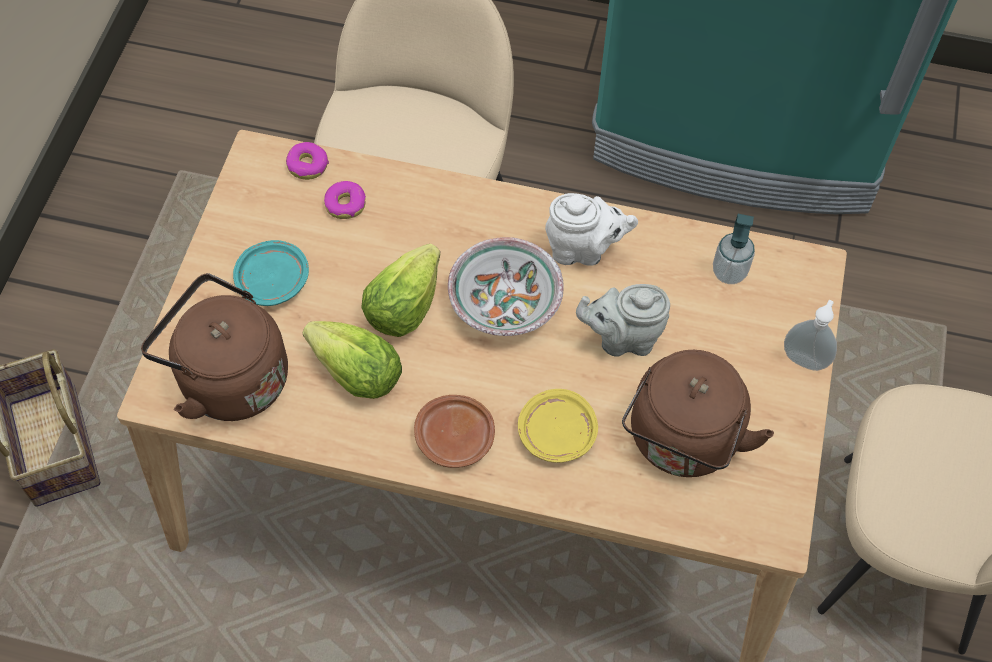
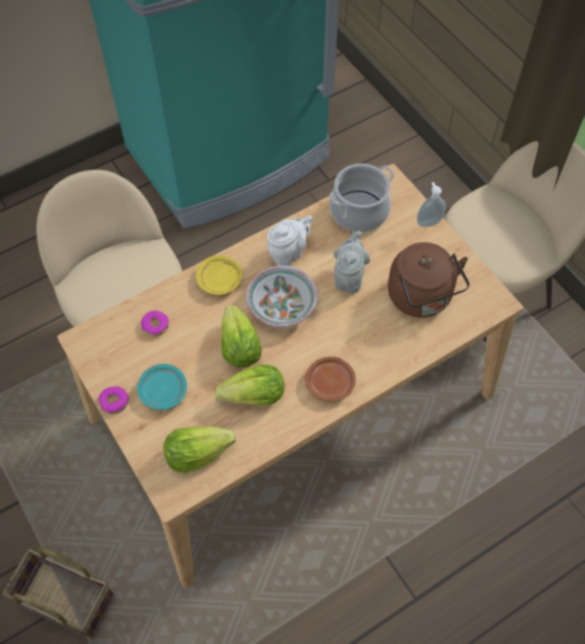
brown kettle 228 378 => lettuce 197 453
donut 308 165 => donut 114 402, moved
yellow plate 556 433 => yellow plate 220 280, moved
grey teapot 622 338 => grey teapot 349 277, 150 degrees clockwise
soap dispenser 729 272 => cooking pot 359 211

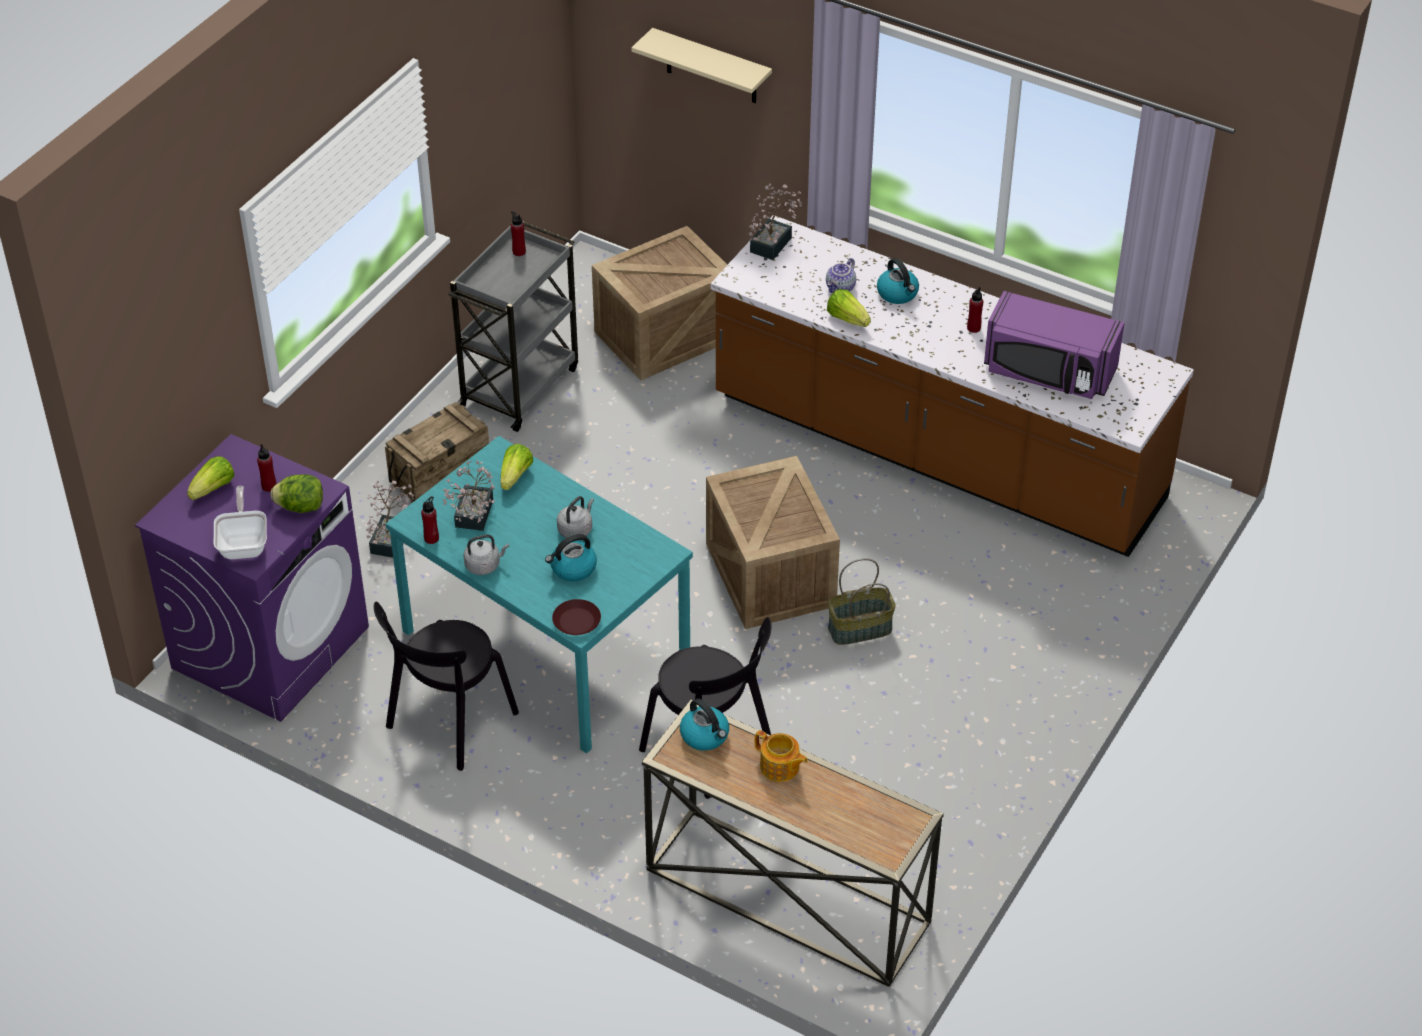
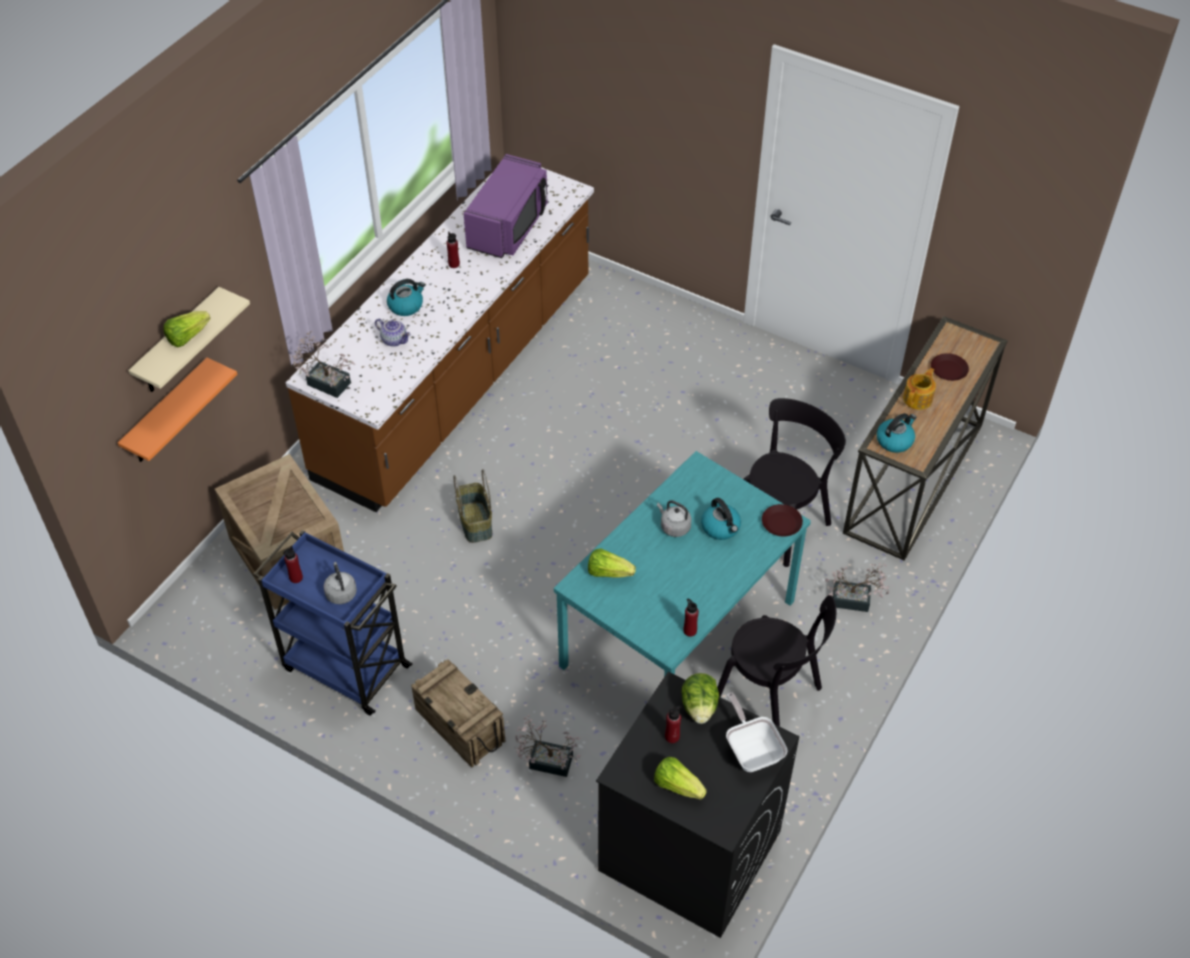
purple washing machine 271 646 => black washing machine 688 850
frying pan 244 543 => frying pan 752 750, 75 degrees clockwise
potted plant 472 517 => potted plant 855 601, moved
grey cart 520 386 => blue cart 344 666
grey kettle 484 565 => grey kettle 341 592, moved
crate 772 576 => nothing
lettuce 847 319 => lettuce 187 336, moved
basket 859 630 => basket 476 522, moved
nothing => orange shelf 167 414
nothing => brown plate 948 370

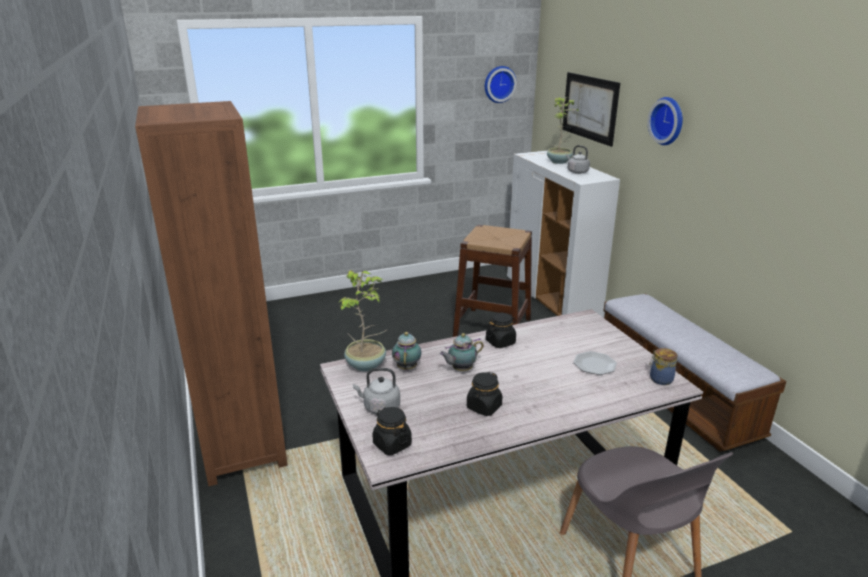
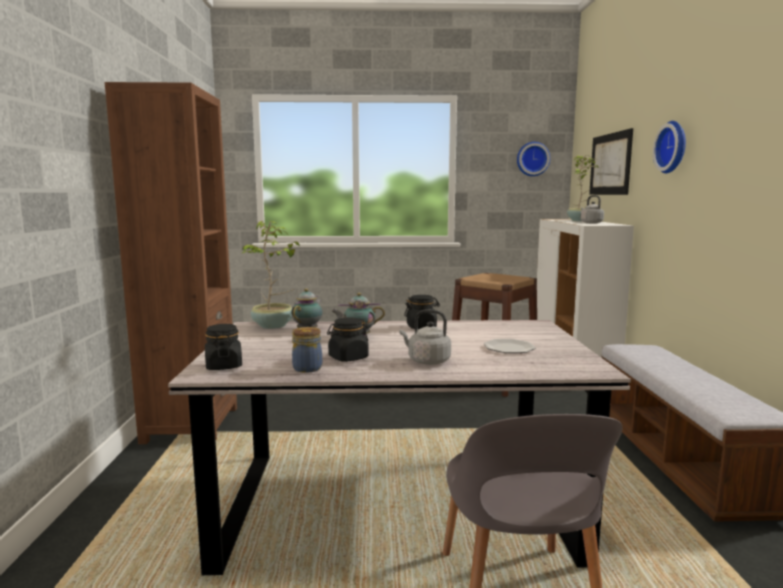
grey kettle 379 407 => grey kettle 426 361, moved
jar 660 379 => jar 307 368, moved

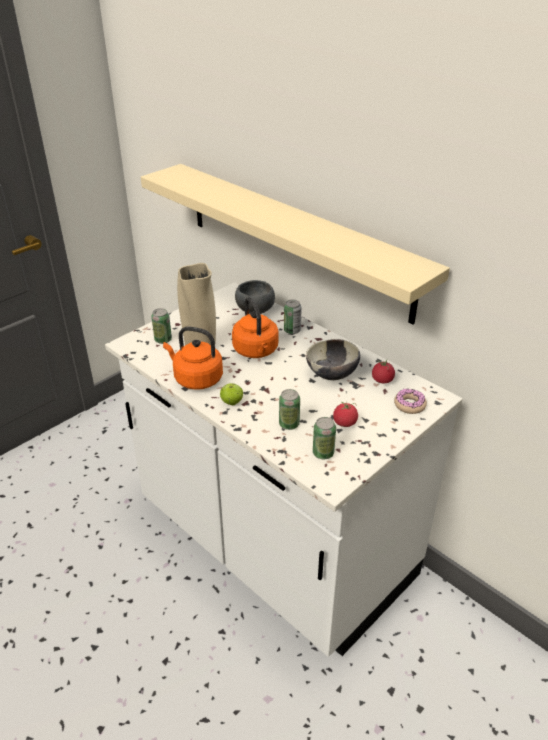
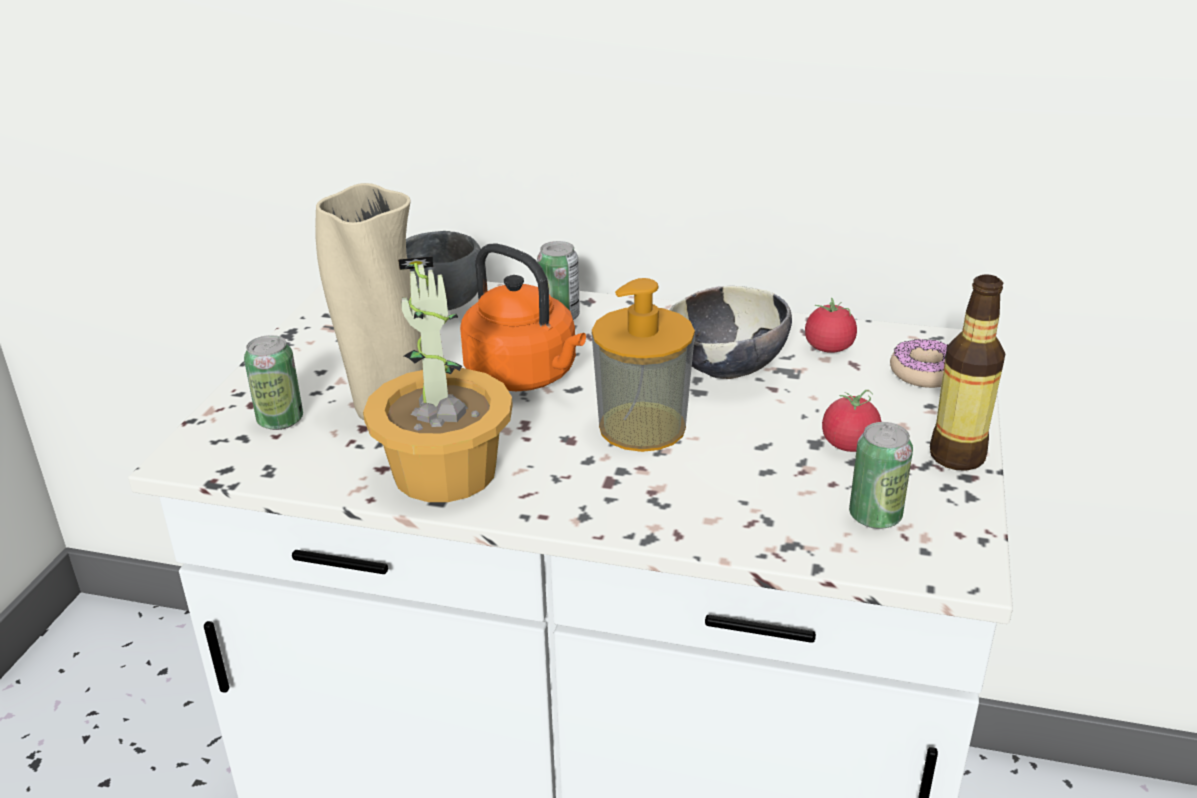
beige shelf 294 238 => nothing
orange kettle 196 379 => potted plant 445 473
apple 232 402 => nothing
can 289 424 => nothing
nothing => soap dispenser 642 427
nothing => bottle 956 456

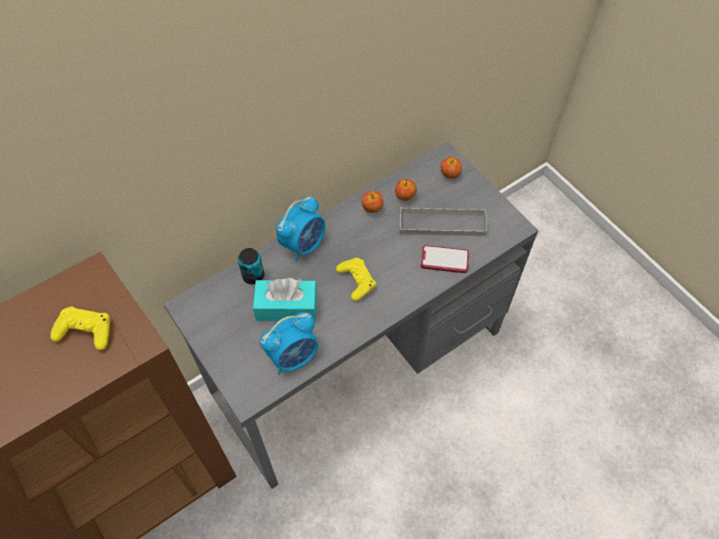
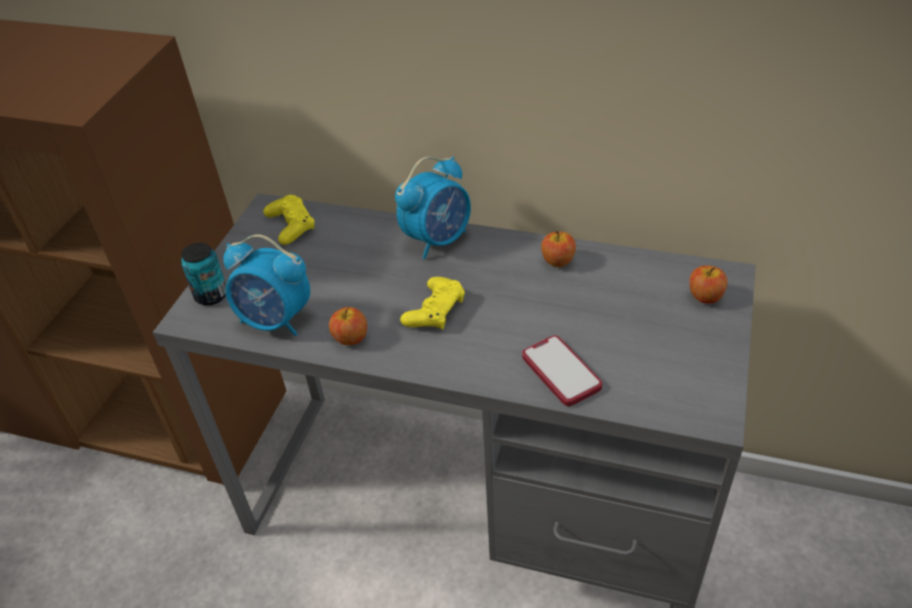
yellow game controller 85 331 => yellow game controller 291 225, moved
can 253 276 => can 211 295, moved
turquoise tissue box 286 307 => nothing
alarm clock 303 244 => alarm clock 438 240, 45 degrees counterclockwise
apple 405 196 => apple 350 338, moved
grey tray 442 224 => nothing

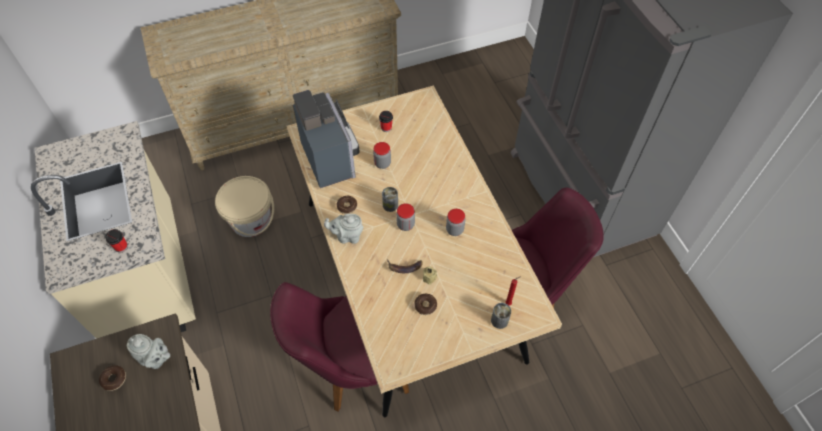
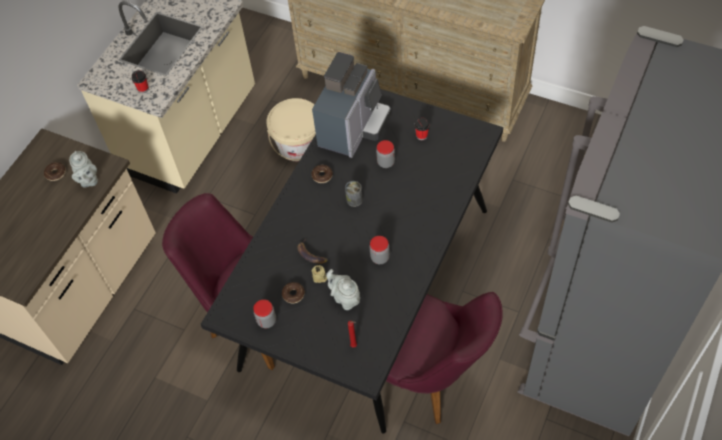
beige dining table 409 277 => black dining table 367 285
grey teapot 347 236 => grey teapot 345 298, moved
jar 405 224 => jar 267 321, moved
can 499 320 => nothing

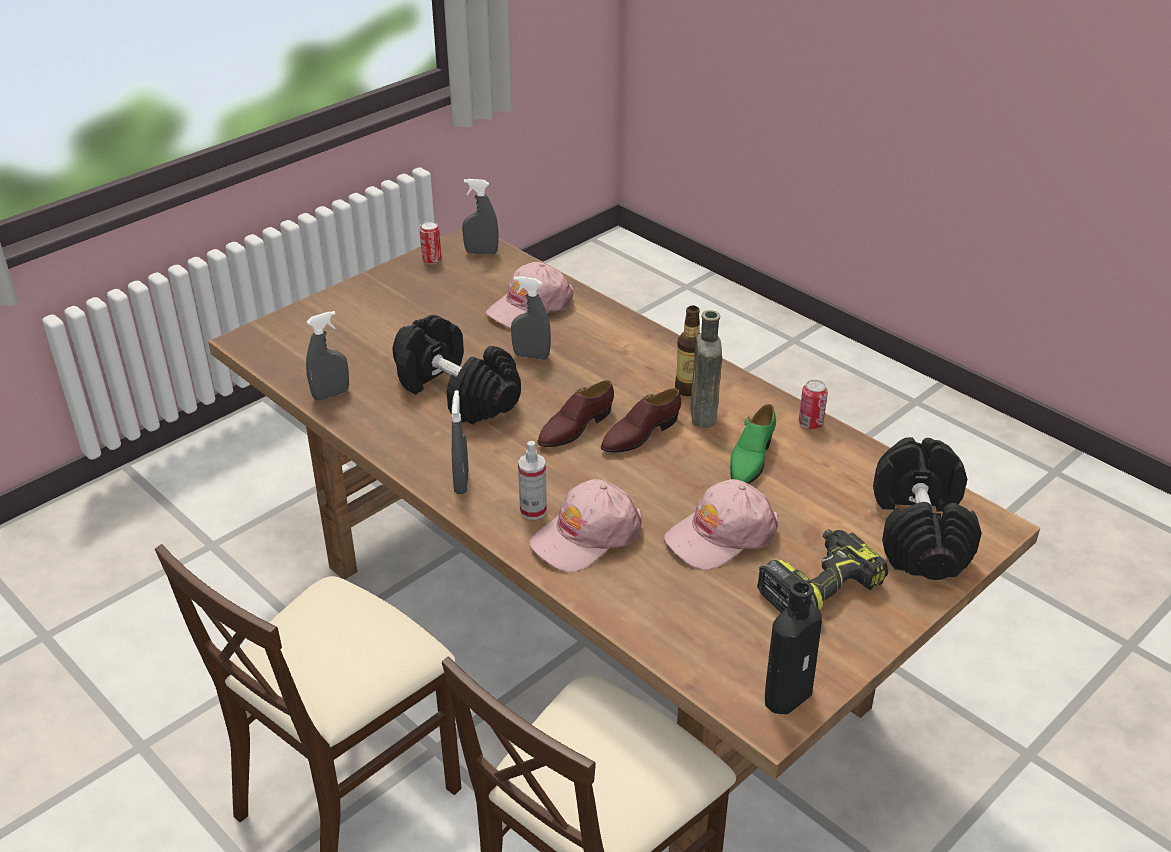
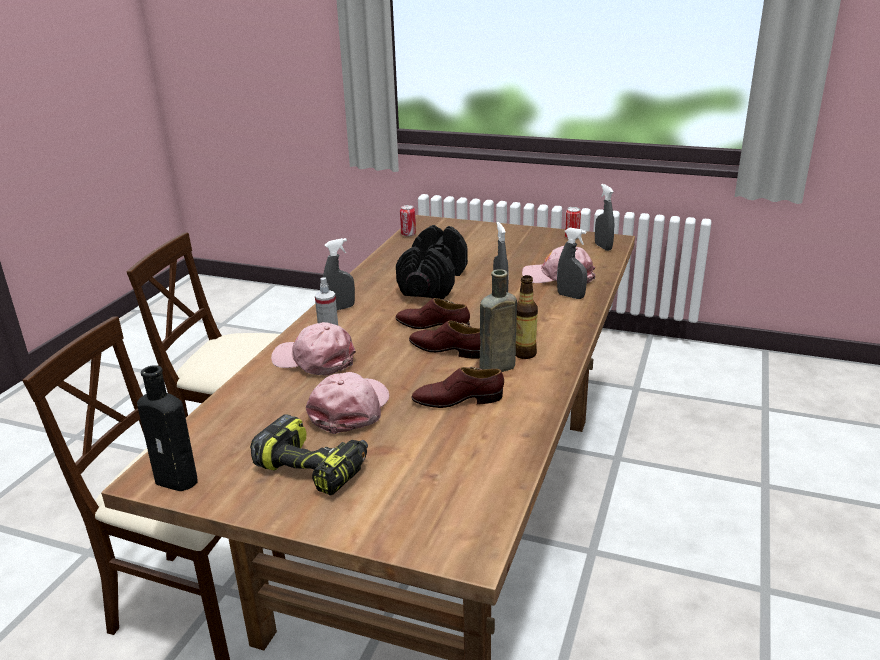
grey spray bottle 331 394 => grey spray bottle 570 296, moved
pink cap 720 535 => pink cap 351 409, 75 degrees clockwise
green shoe 750 459 => brown shoe 457 400
can 810 424 => can 408 234, moved
black dumbbell 920 533 => nothing

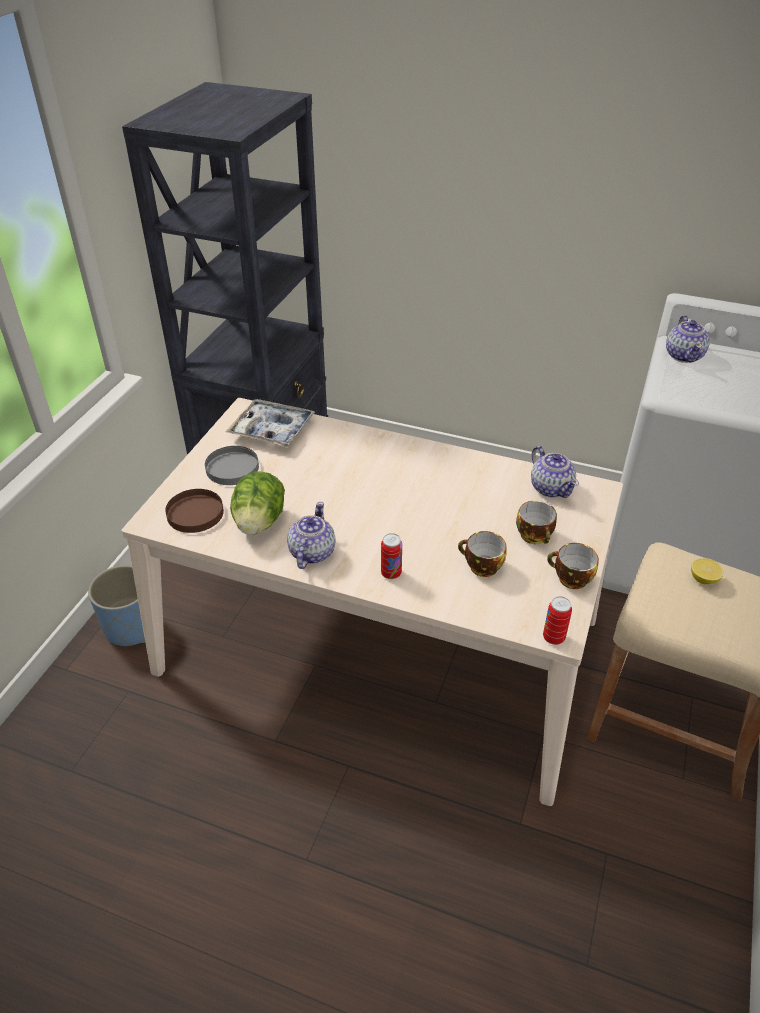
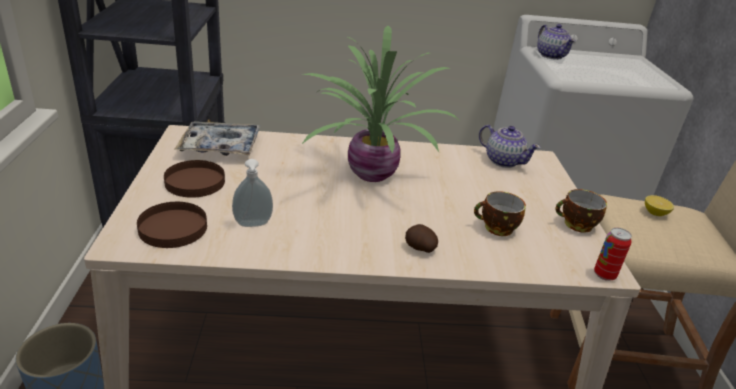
grey plate 232 468 => brown plate 195 182
lettuce 259 522 => soap dispenser 253 225
teapot 311 553 => nothing
can 391 573 => potato 419 248
cup 535 536 => nothing
nothing => potted plant 369 174

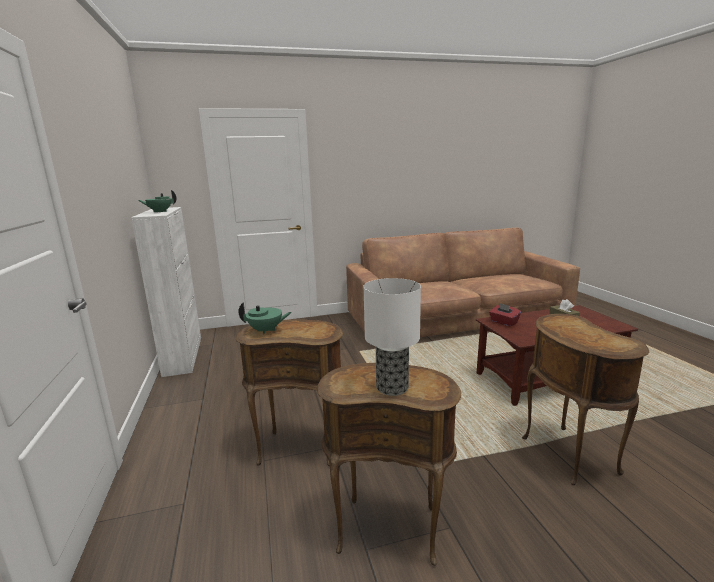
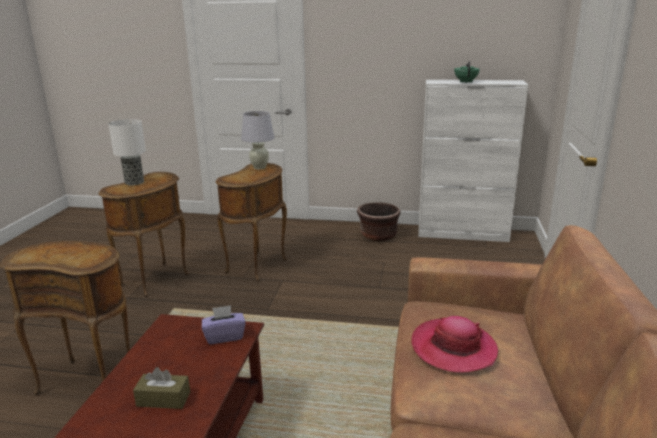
green teapot 266 330 => white table lamp 260 167
red tissue box 503 322 => purple tissue box 224 336
nothing => brown planter 378 236
nothing => hat 453 348

